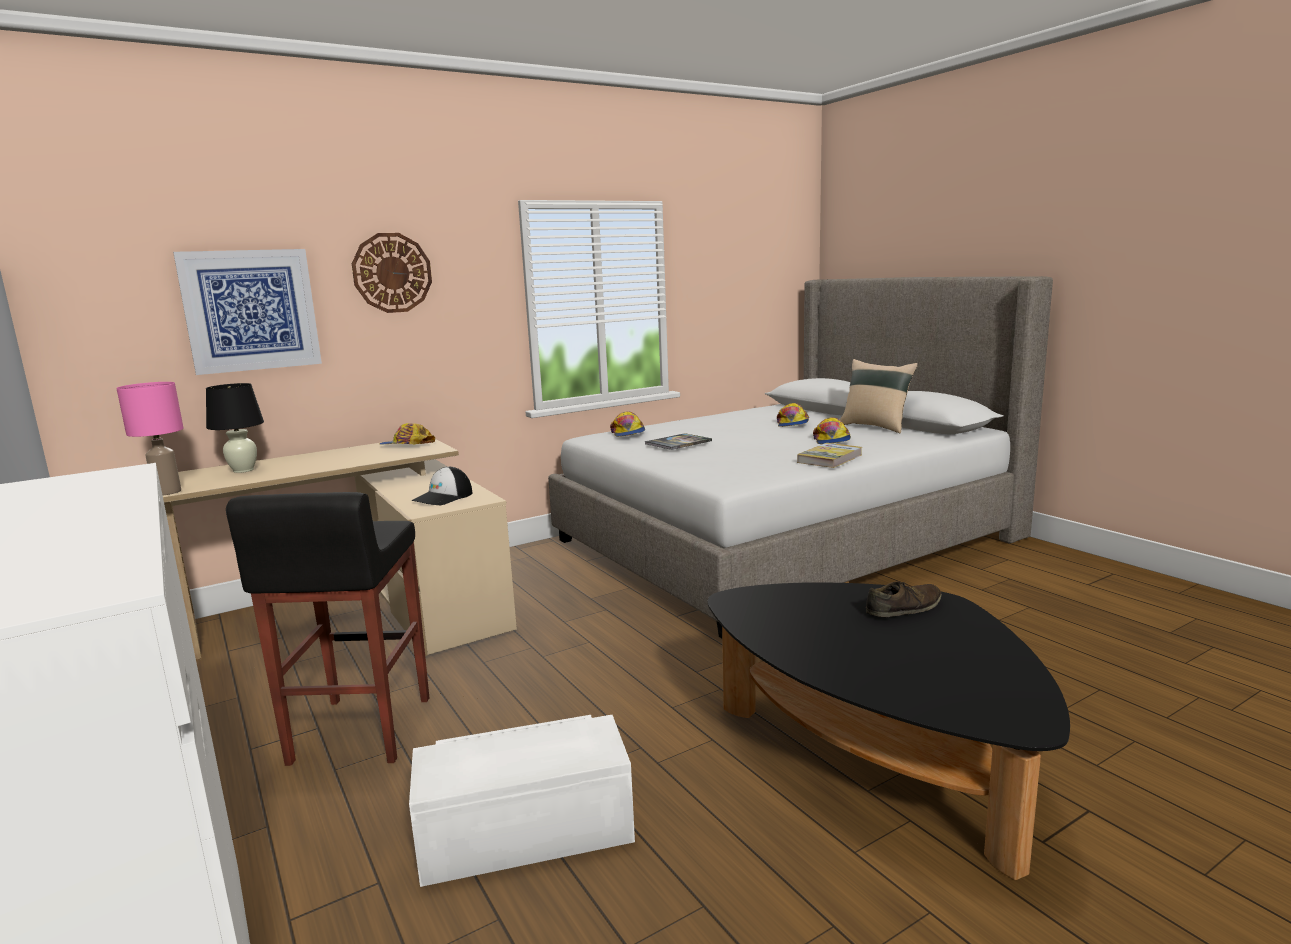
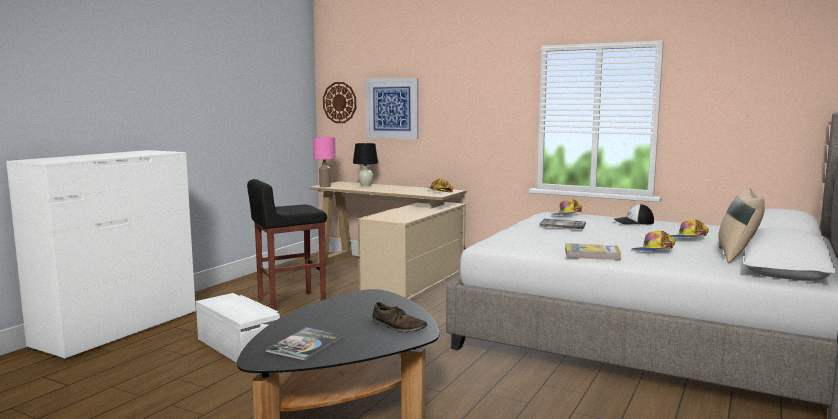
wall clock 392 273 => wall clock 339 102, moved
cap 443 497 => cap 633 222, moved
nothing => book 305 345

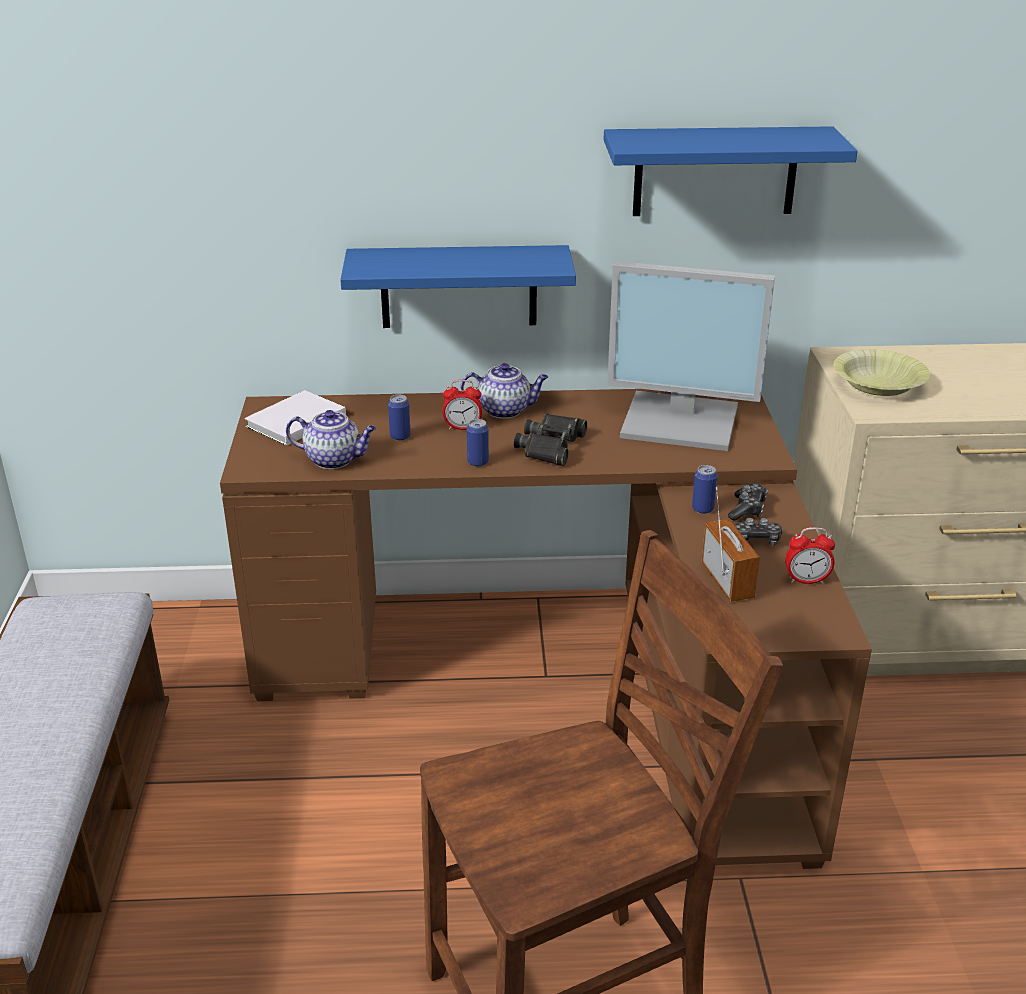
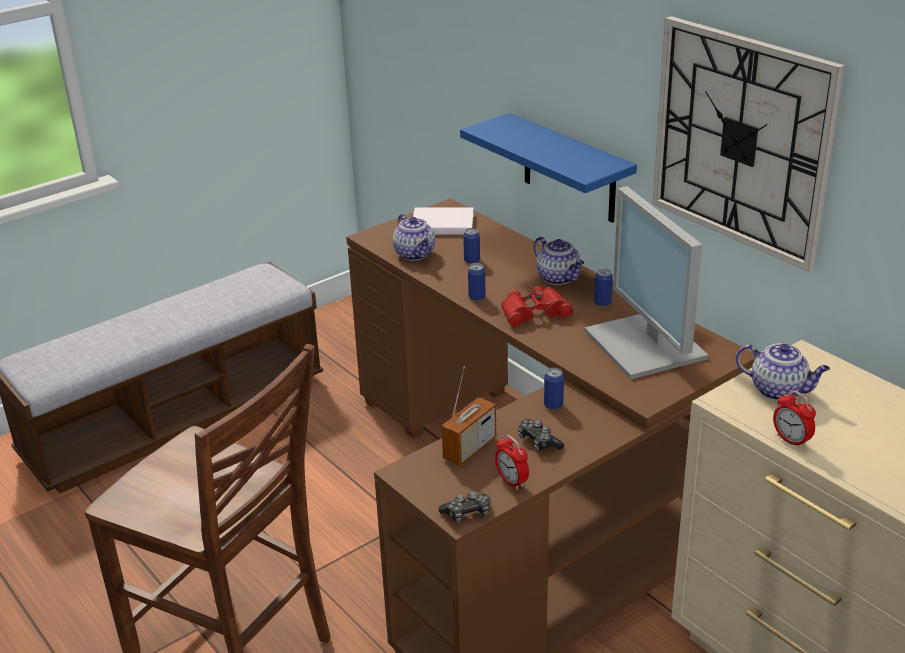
alarm clock 462 428 => alarm clock 791 440, moved
black binoculars 551 446 => red binoculars 534 312
blue shelf 715 171 => wall clock 741 140
game controller 747 509 => game controller 467 513, moved
yellow bowl 878 385 => teapot 779 390
nothing => can 602 303

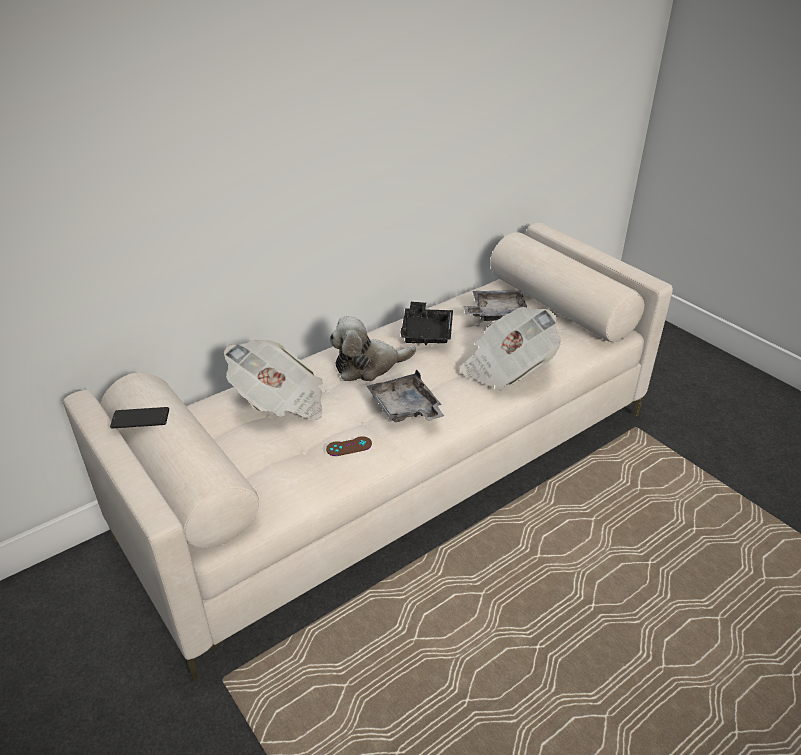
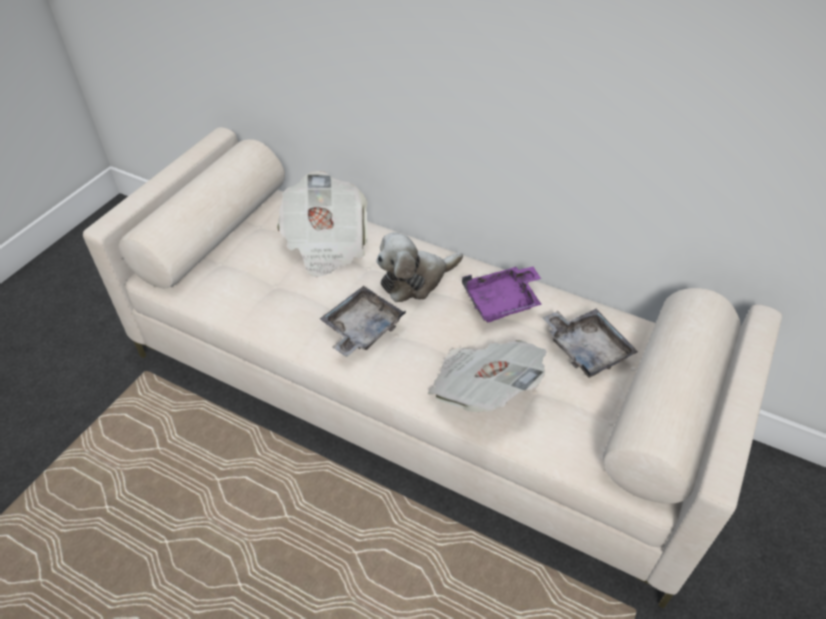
phone 140 418 => nothing
brown game controller 349 446 => nothing
plush toy 368 366 => plush toy 415 280, 75 degrees counterclockwise
black tray 426 332 => purple tray 502 302

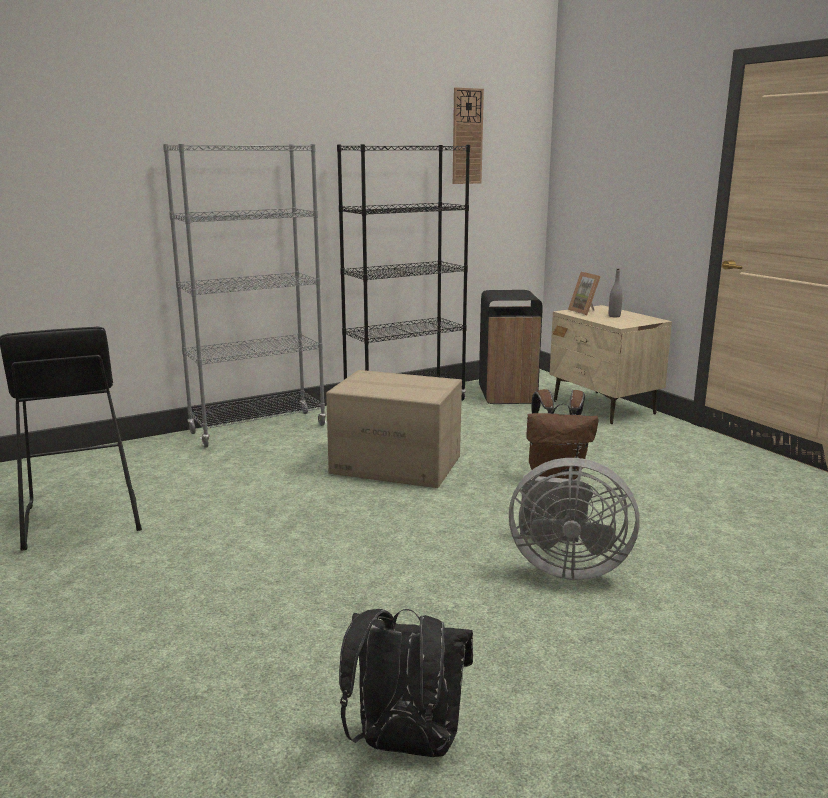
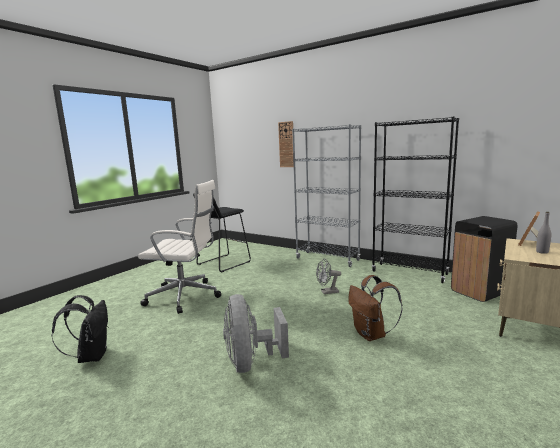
cardboard box 396 465 => grey fan 327 292
wall clock 467 136 => wall clock 286 144, moved
nothing => white office chair 186 296

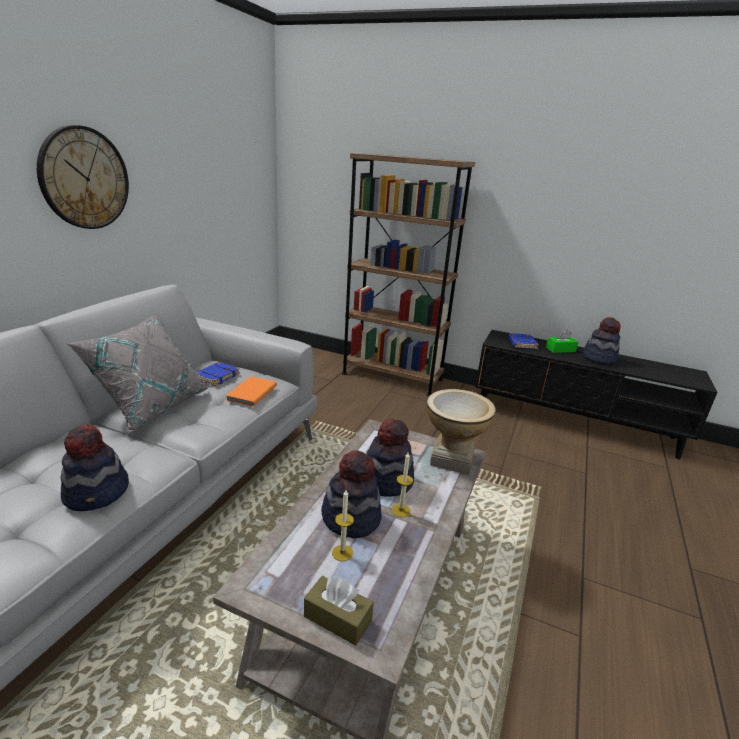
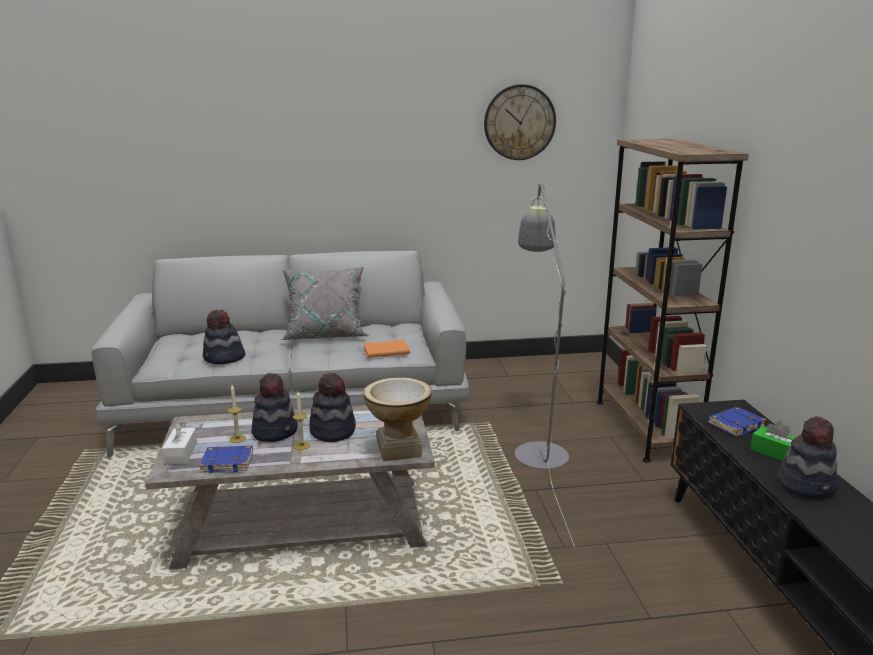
wall clock 84 178 => wall clock 519 122, moved
blue book 216 376 => blue book 228 462, moved
brown tissue box 337 618 => white tissue box 181 453
nothing => grey floor lamp 538 447

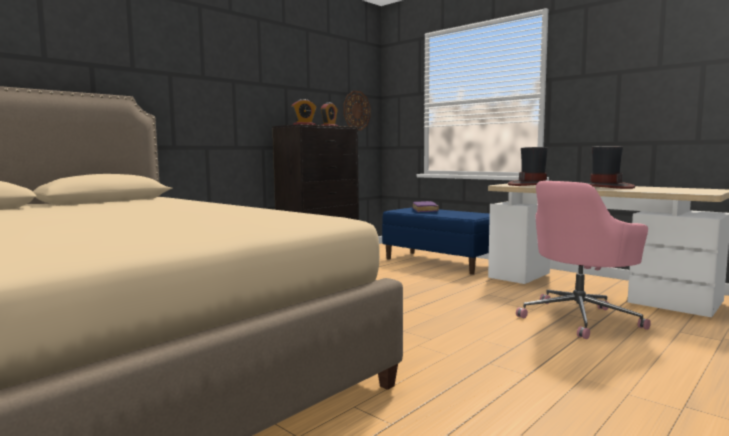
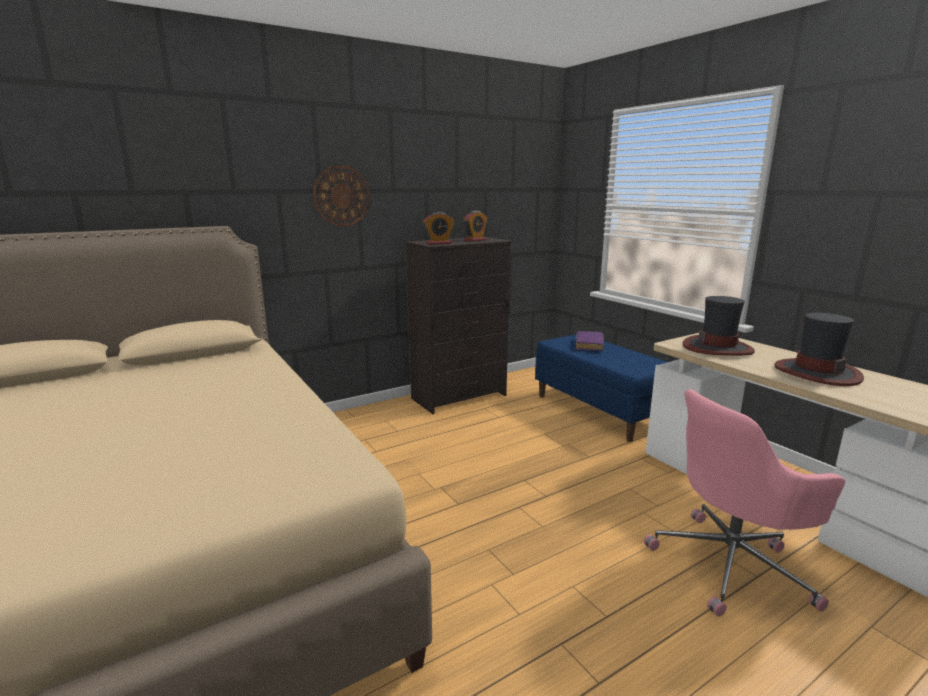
wall clock 356 110 => wall clock 342 196, moved

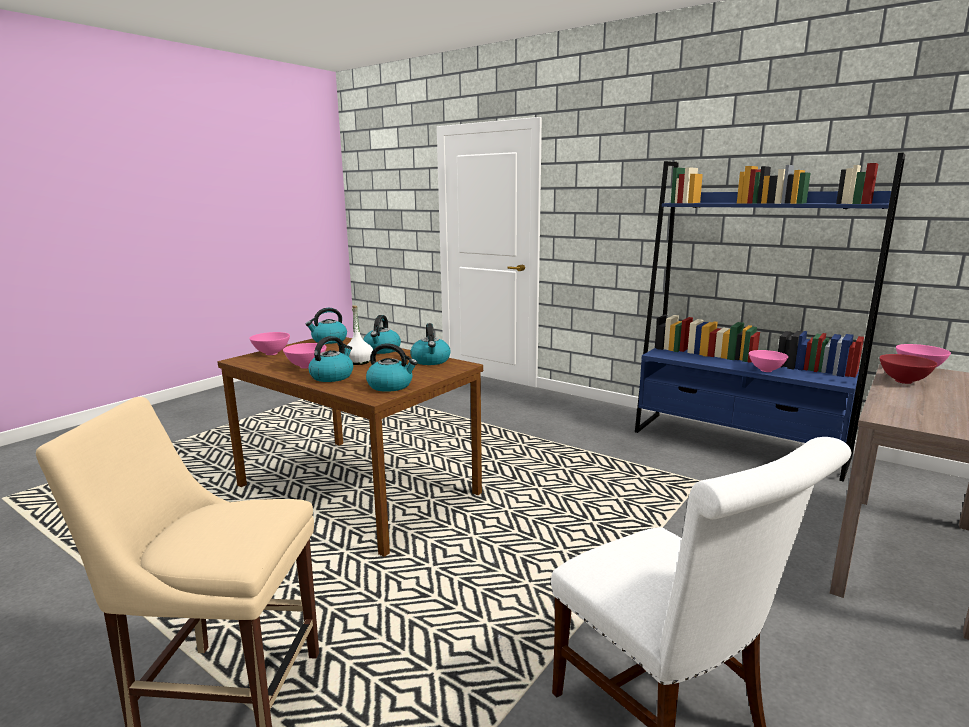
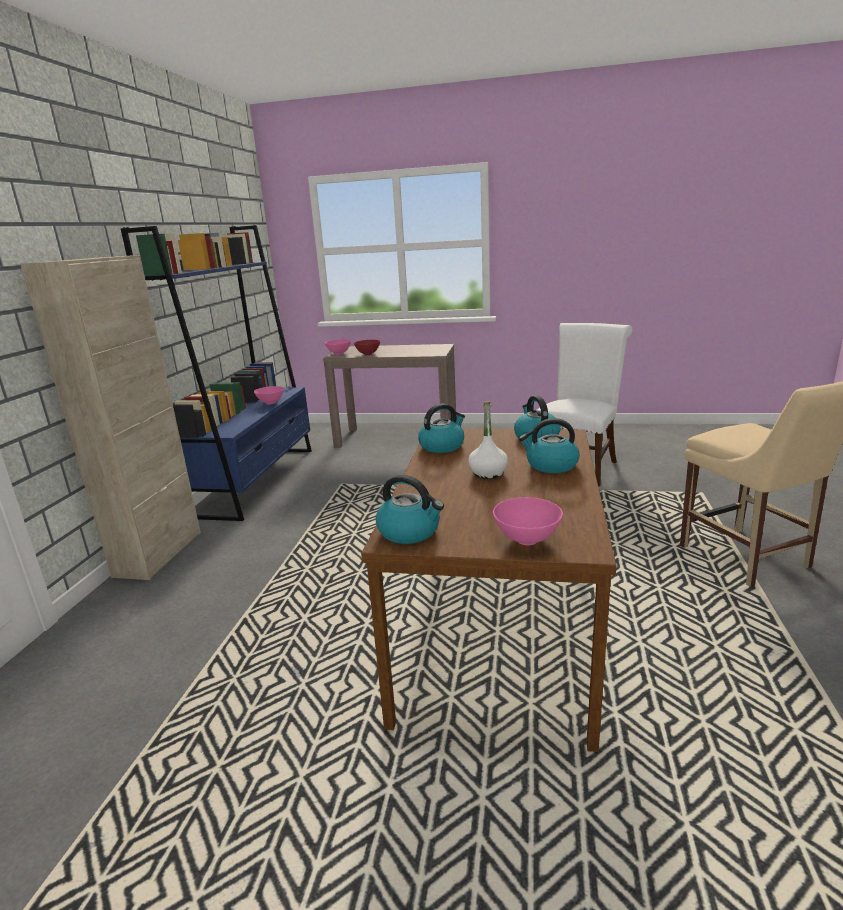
pink bowl 306 366 => nothing
kettle 382 350 => nothing
nothing => beige cabinet 159 554

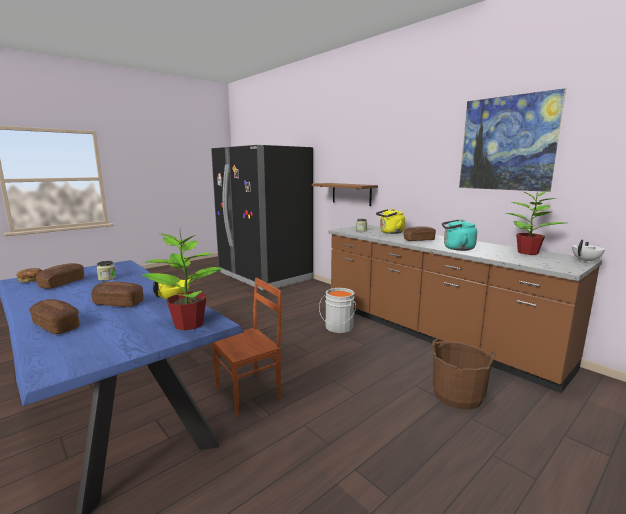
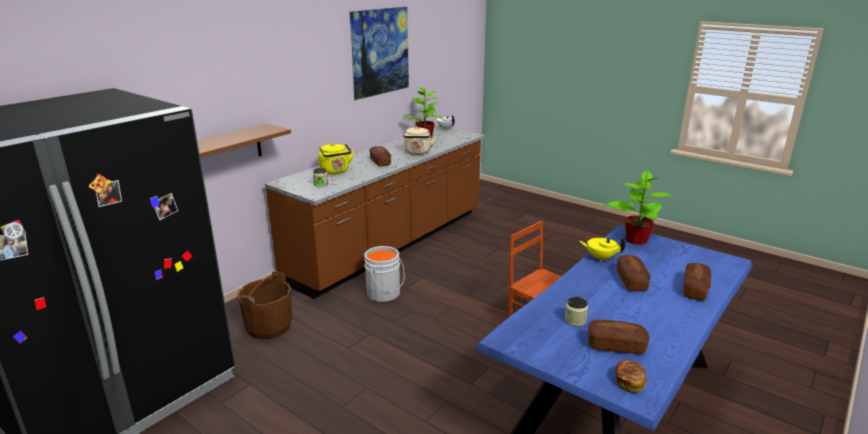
brown bucket 457 395 => brown bucket 269 327, moved
turquoise kettle 456 248 => beige kettle 417 152

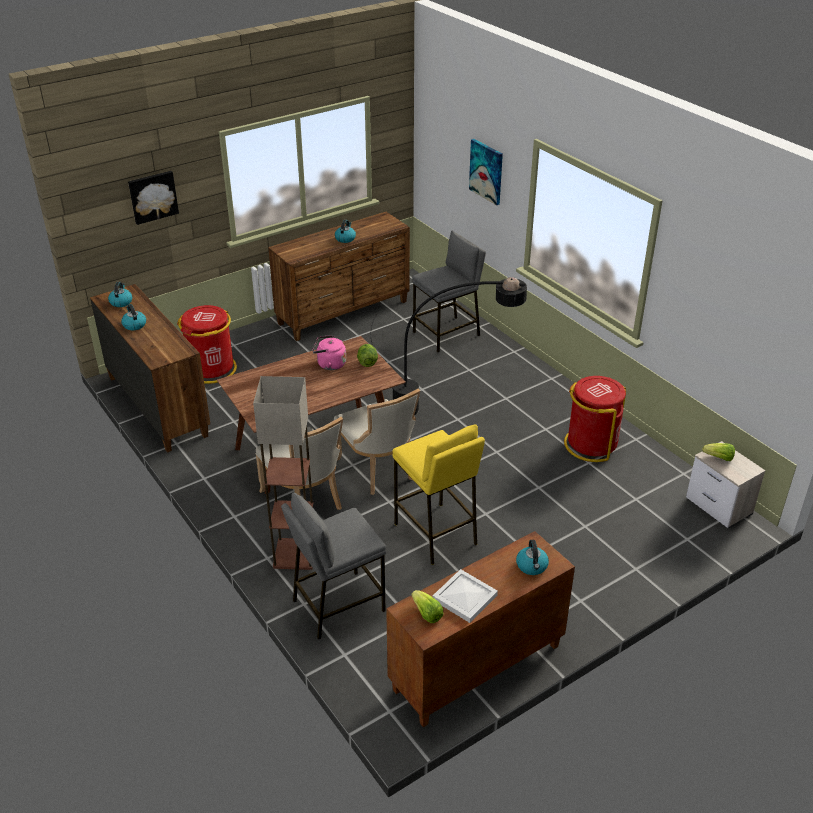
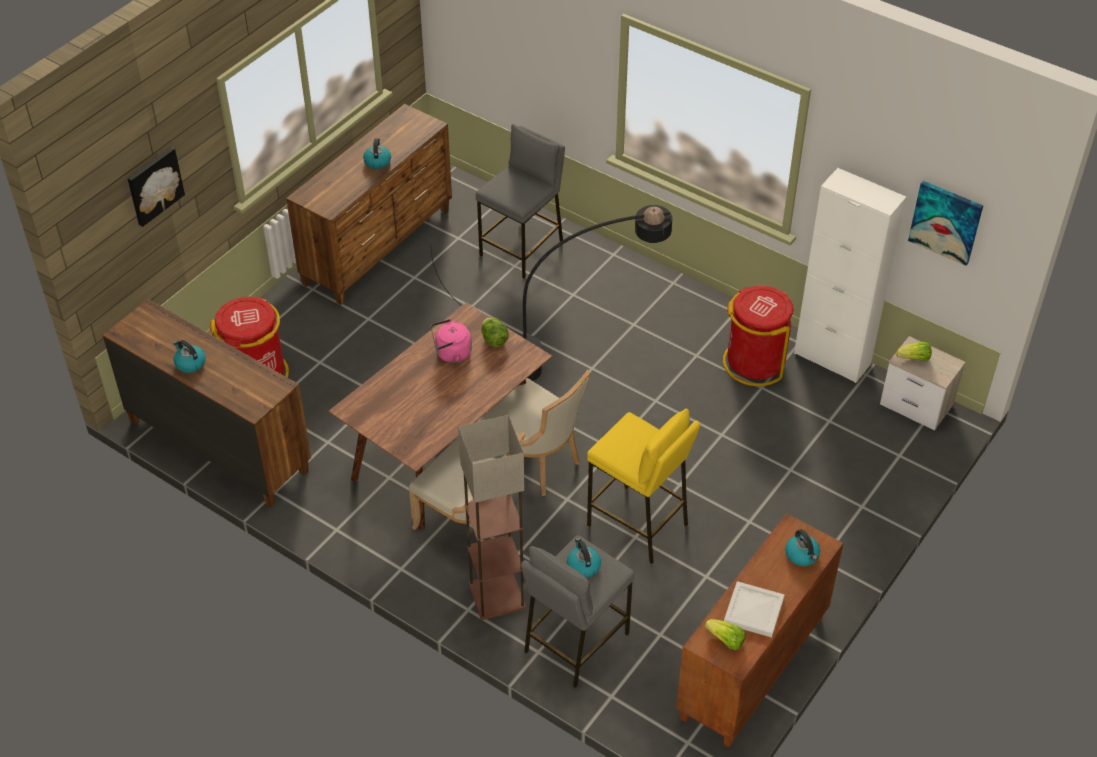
kettle 121 302 => kettle 583 566, moved
picture 486 171 => picture 946 222, moved
nothing => white cabinet 832 359

